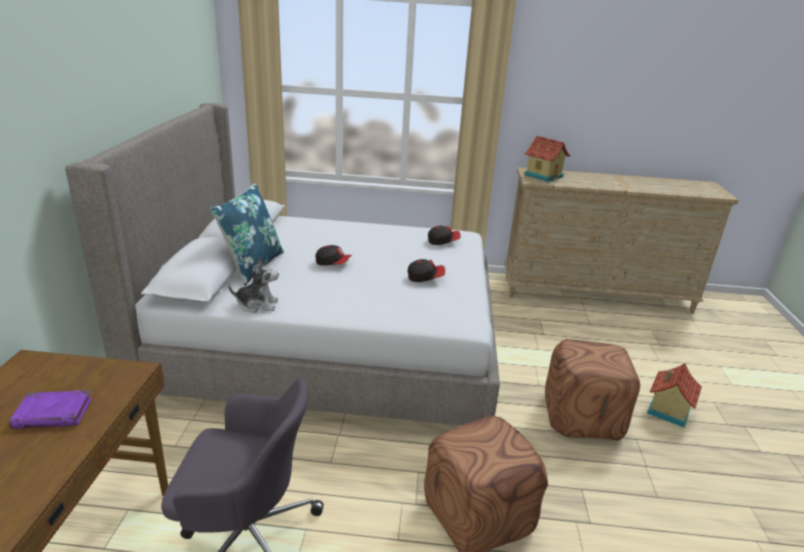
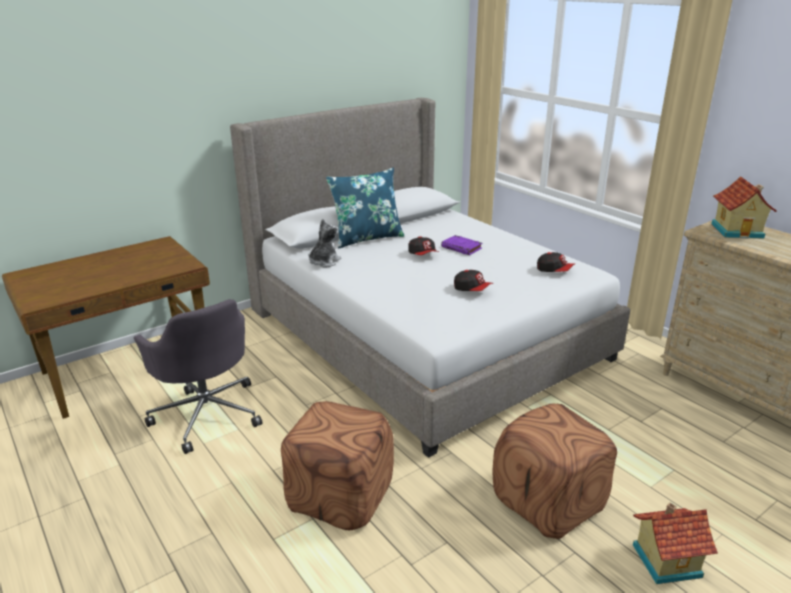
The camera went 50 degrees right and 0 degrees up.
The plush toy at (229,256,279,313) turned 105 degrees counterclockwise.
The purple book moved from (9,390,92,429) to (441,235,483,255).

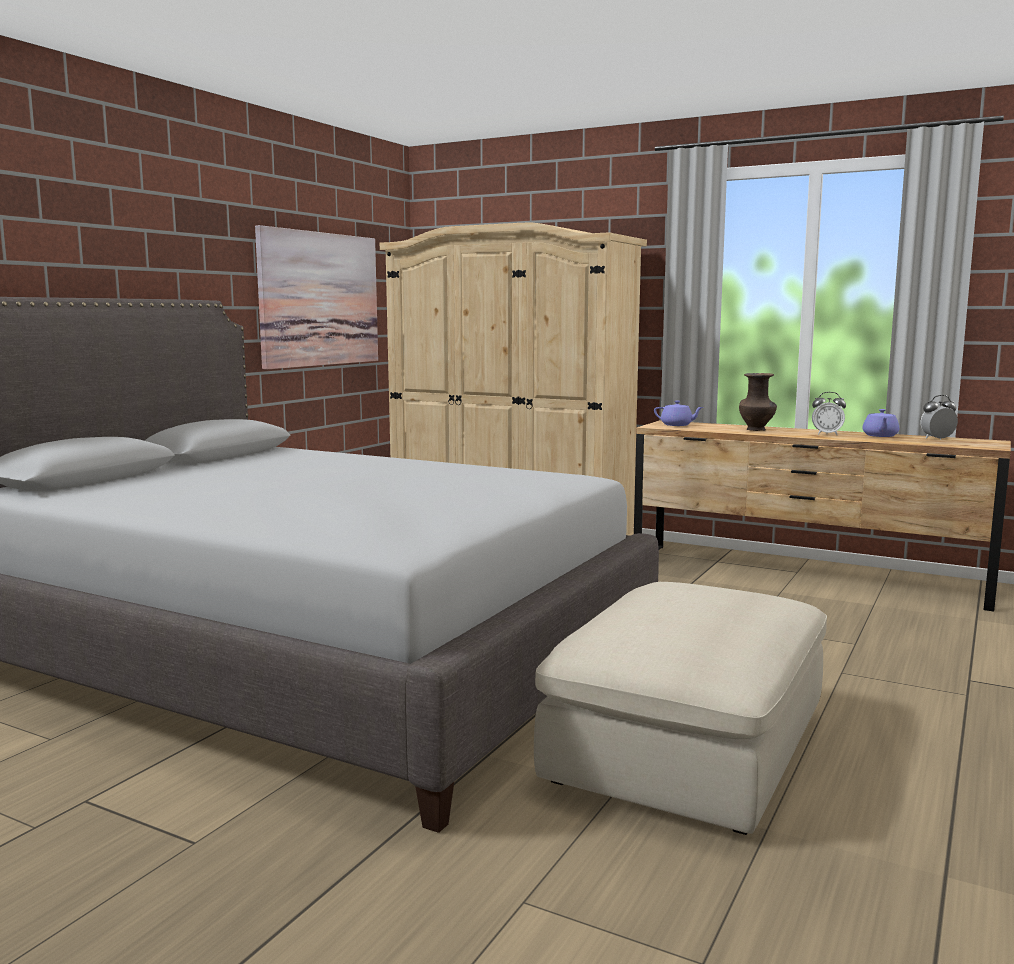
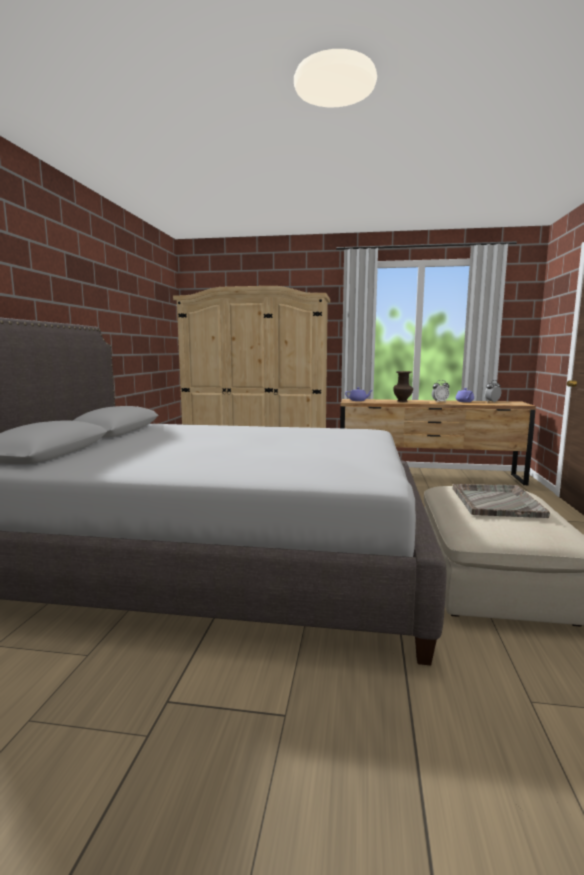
The camera went 20 degrees left and 0 degrees up.
The grey tray at (453,484,550,518) appeared.
The picture at (255,225,378,369) disappeared.

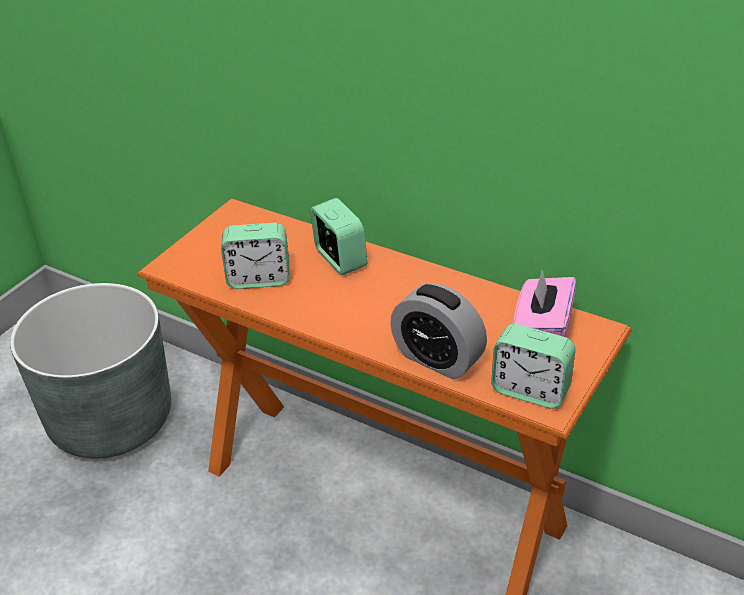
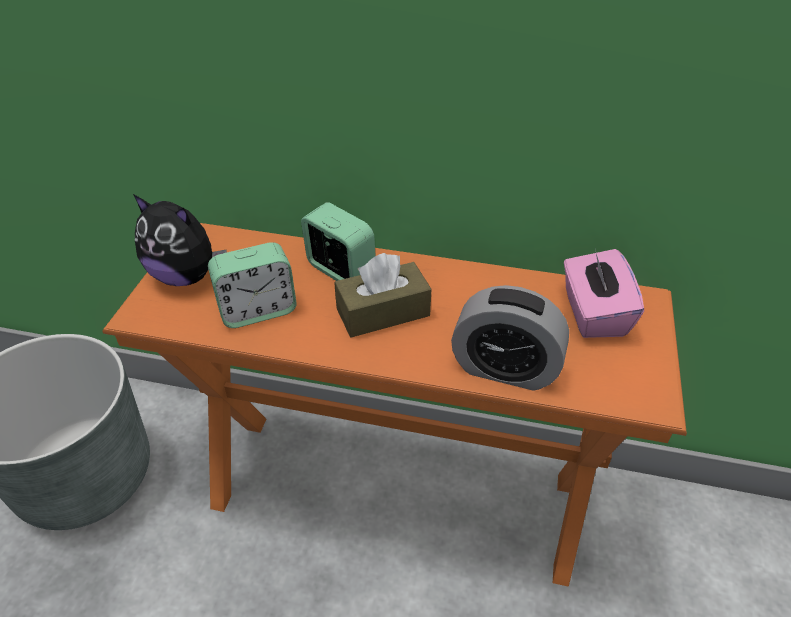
The camera went 20 degrees left and 5 degrees up.
The plush toy at (133,194,227,286) appeared.
The brown tissue box at (334,253,431,338) appeared.
The alarm clock at (491,324,576,409) disappeared.

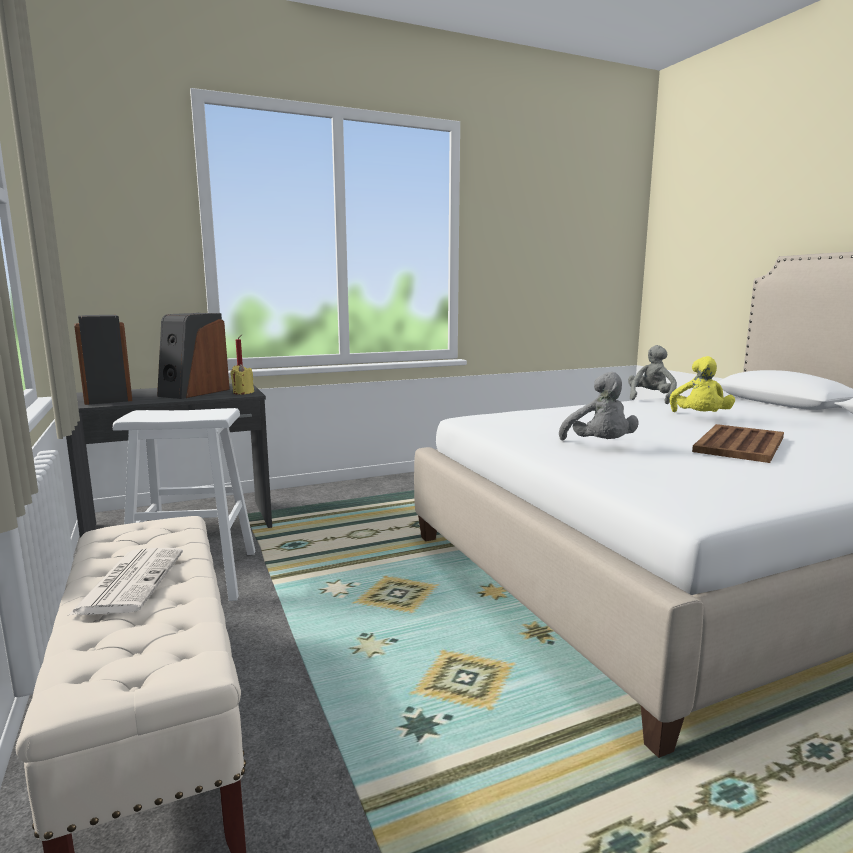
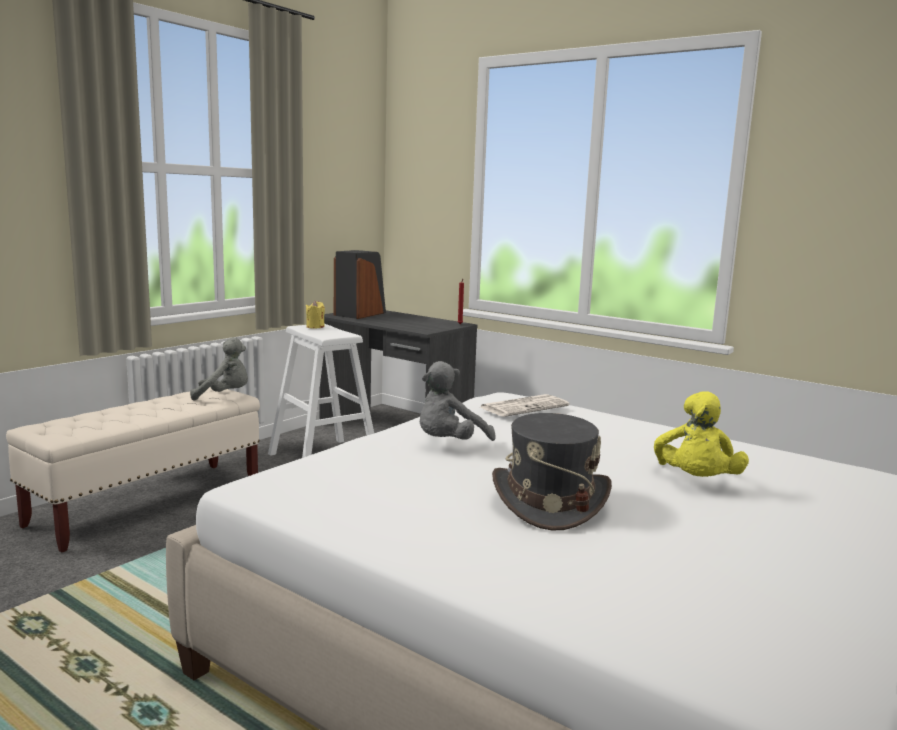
The camera went 60 degrees right and 0 degrees up.
The grey plush toy moved from (628,345,677,404) to (190,337,248,401).
The yellow candle moved from (230,364,254,394) to (306,301,325,328).
The newspaper moved from (67,548,183,616) to (480,394,569,417).
The brown tray at (692,424,784,463) was replaced by the grey hat at (492,413,612,531).
The yellow plush toy at (670,356,735,412) turned 60 degrees counterclockwise.
The speaker at (157,313,230,399) disappeared.

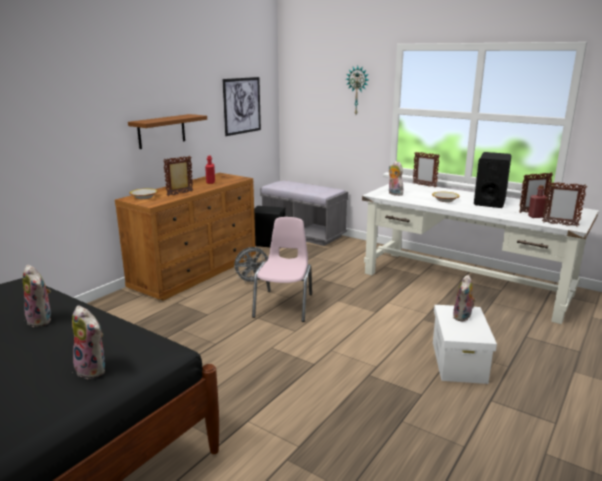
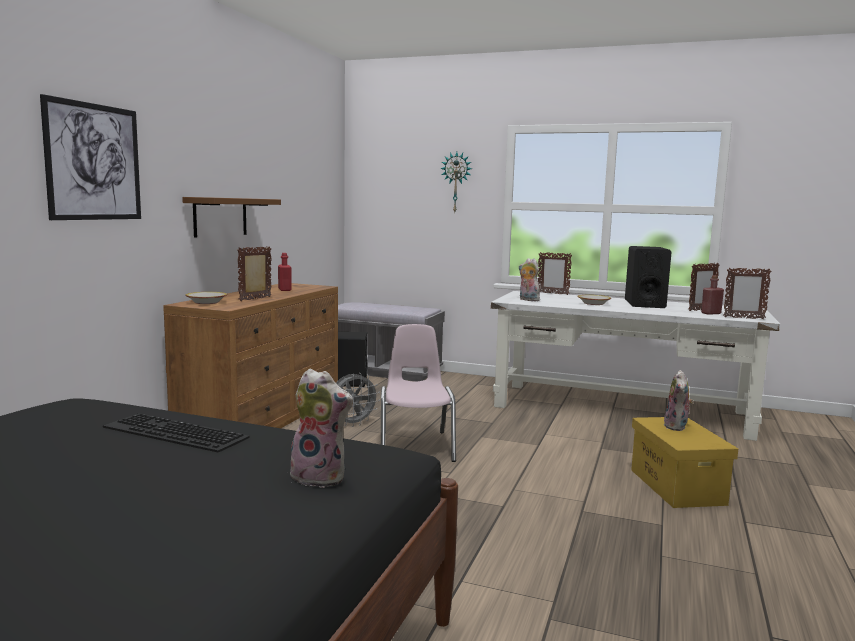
The camera went 15 degrees left and 10 degrees down.
The picture moved from (222,77,261,136) to (40,94,141,220).
The plush toy at (23,264,51,327) was replaced by the keyboard at (103,413,250,452).
The white storage box at (433,305,497,384) became the yellow storage box at (631,417,738,508).

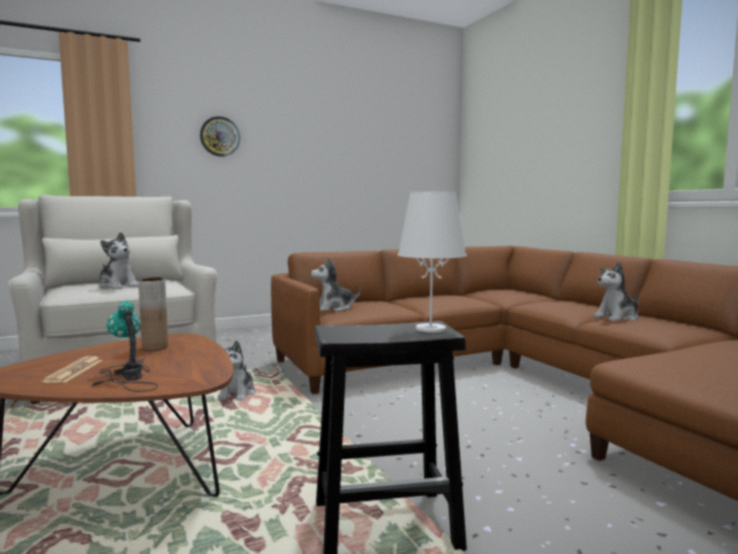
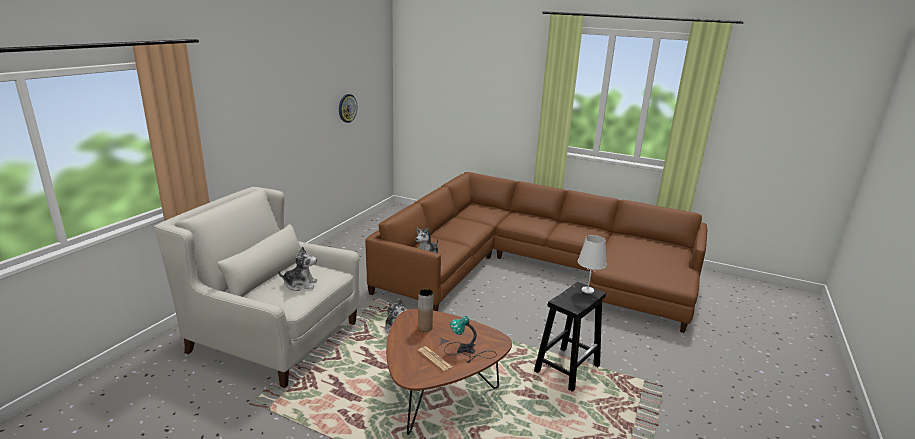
The camera went 40 degrees left and 15 degrees up.
The wall clock moved from (200,116,240,157) to (339,94,357,123).
The plush toy at (593,262,639,322) disappeared.

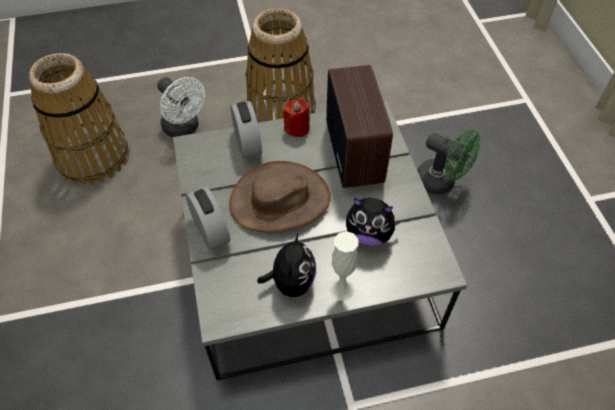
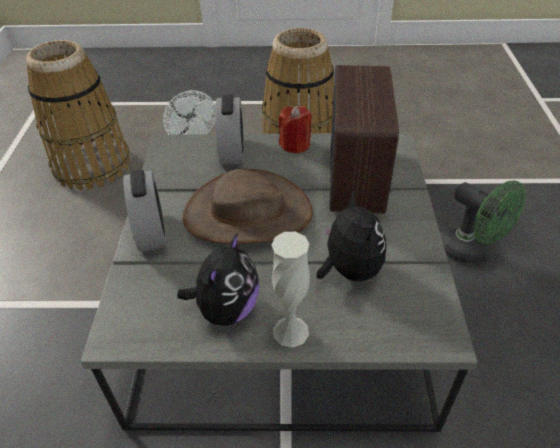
The camera went 15 degrees right and 10 degrees down.
The plush toy at (346,198,401,246) turned 135 degrees counterclockwise.

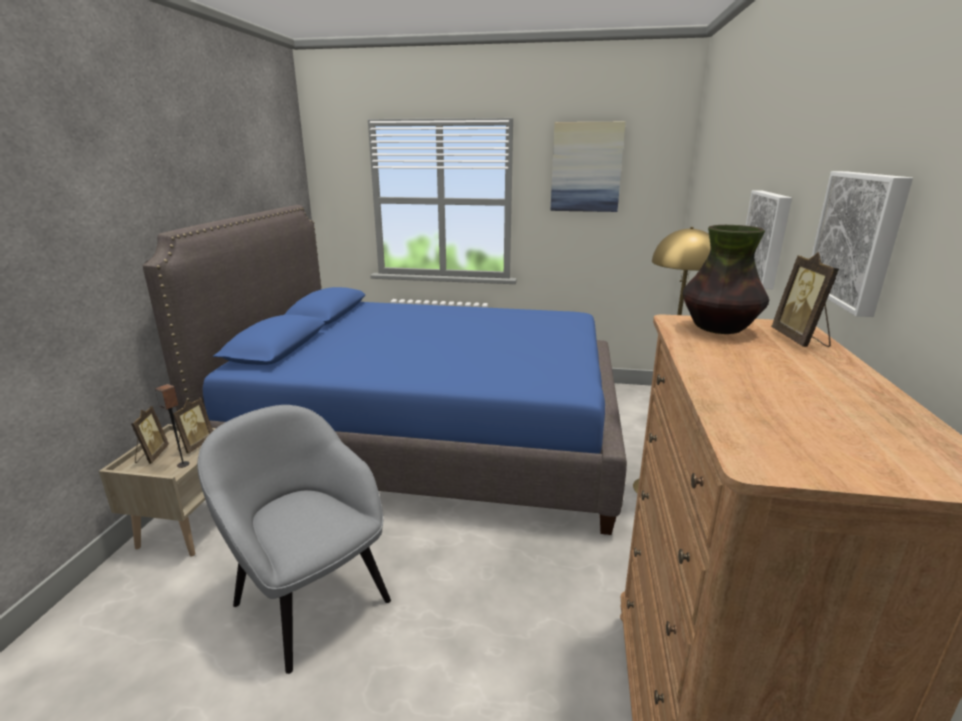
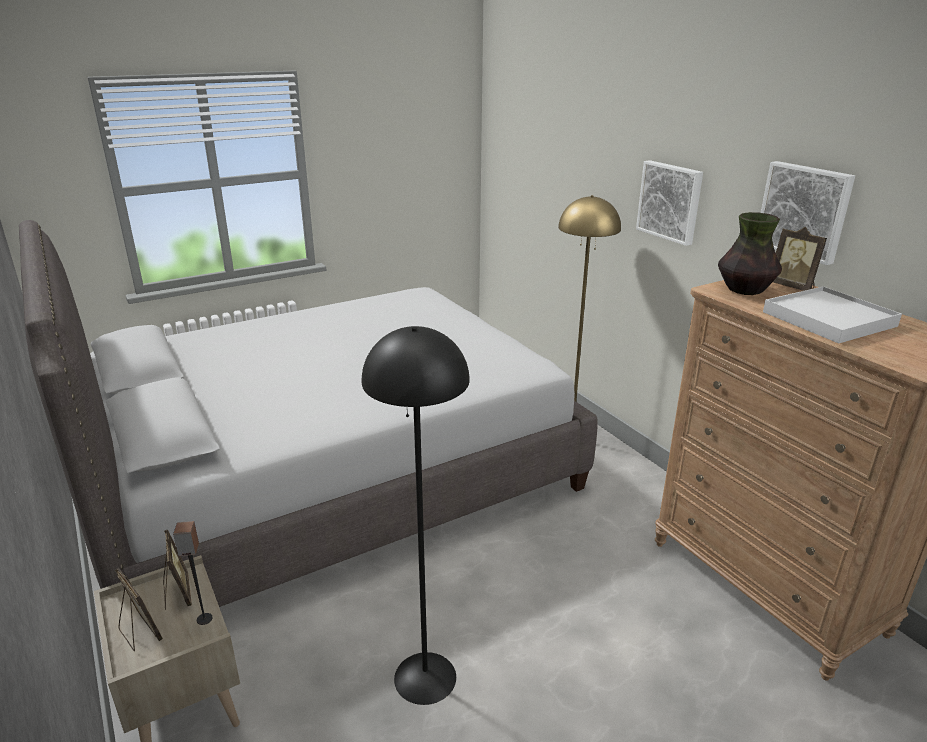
The camera went 40 degrees left and 5 degrees up.
The blue bed at (143,205,627,535) became the grey bed at (19,220,598,607).
The grey armchair at (197,405,391,674) was replaced by the black floor lamp at (362,326,470,705).
The white tray at (763,286,902,343) appeared.
The picture at (550,122,626,212) disappeared.

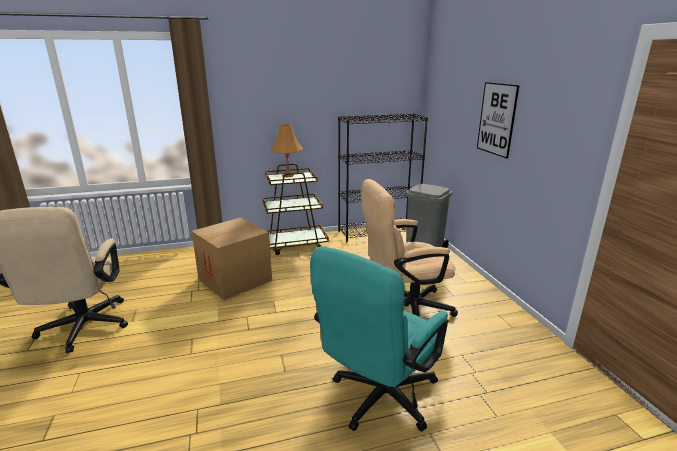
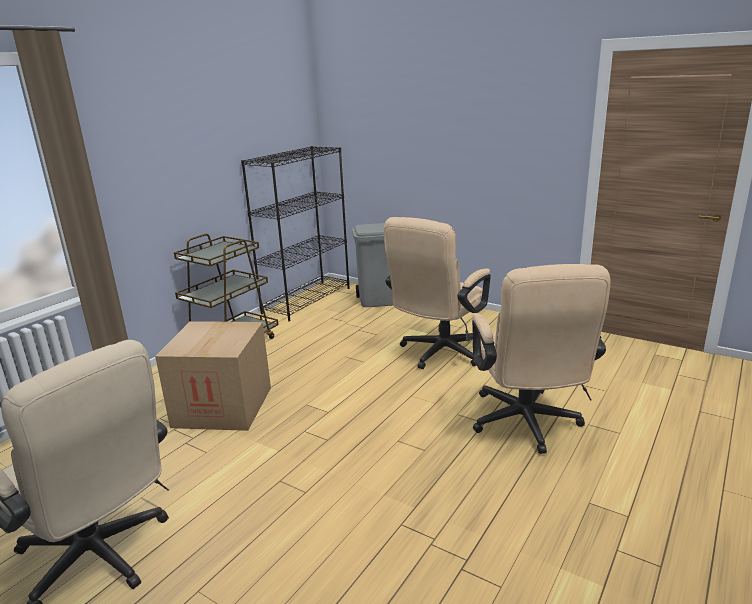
The camera went 40 degrees left and 0 degrees up.
The turquoise office chair at (310,246,448,431) became the beige office chair at (472,264,611,454).
The orange table lamp at (270,124,303,177) disappeared.
The picture at (477,82,519,159) disappeared.

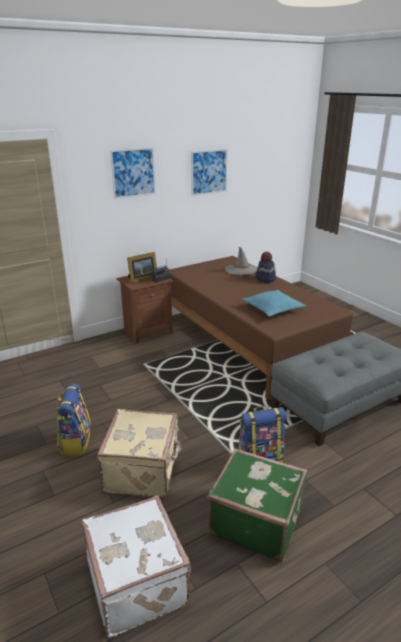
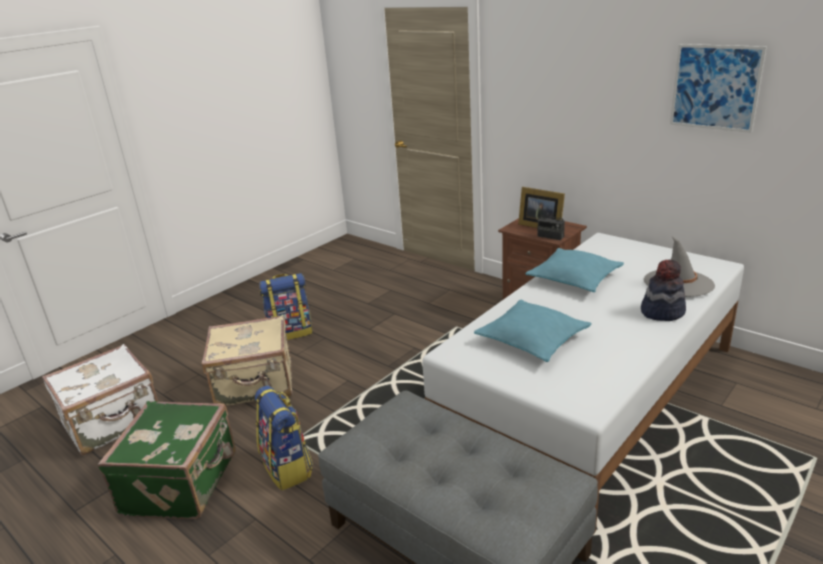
The camera went 75 degrees right and 0 degrees up.
The brown bed at (168,256,353,400) became the white bed at (422,233,744,533).
The turquoise pillow at (526,248,624,292) appeared.
The picture at (110,147,156,199) disappeared.

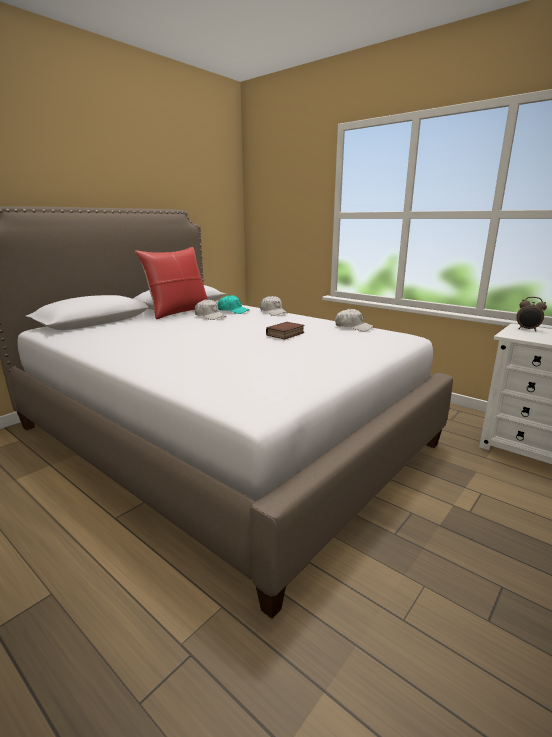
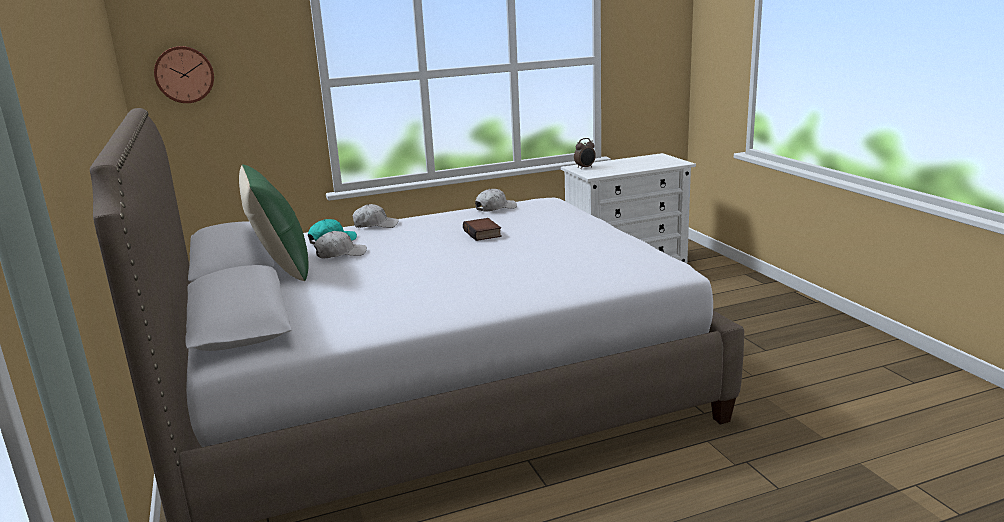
The camera went 60 degrees left and 0 degrees up.
The wall clock at (154,46,214,103) appeared.
The red pillow at (135,247,208,319) became the green pillow at (239,164,308,281).

